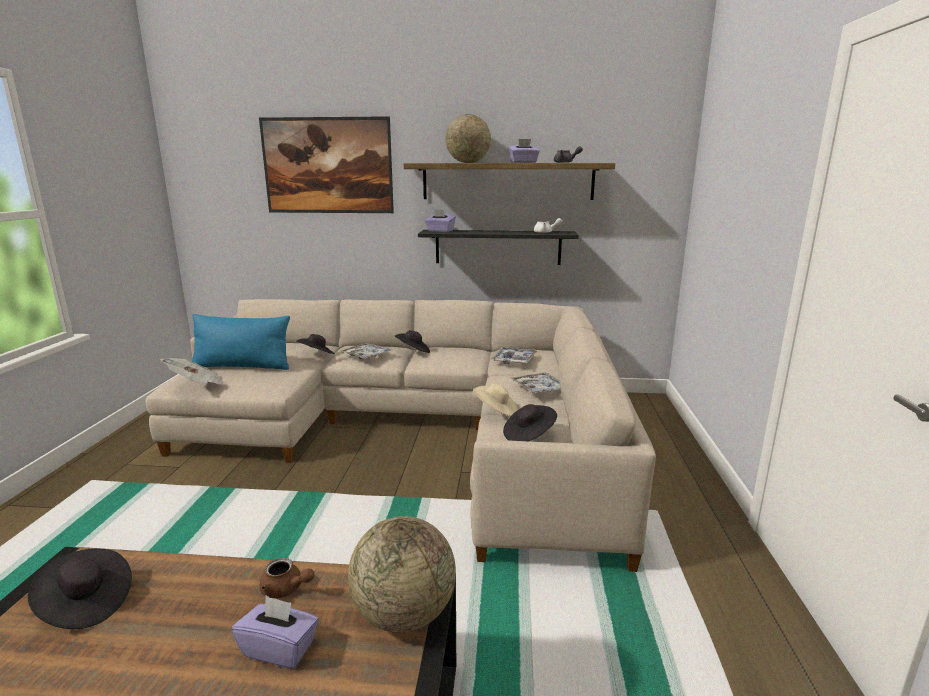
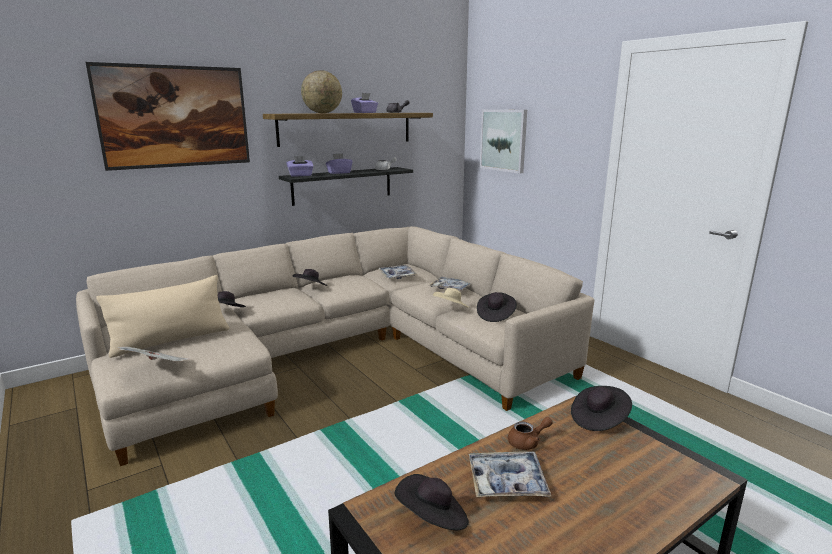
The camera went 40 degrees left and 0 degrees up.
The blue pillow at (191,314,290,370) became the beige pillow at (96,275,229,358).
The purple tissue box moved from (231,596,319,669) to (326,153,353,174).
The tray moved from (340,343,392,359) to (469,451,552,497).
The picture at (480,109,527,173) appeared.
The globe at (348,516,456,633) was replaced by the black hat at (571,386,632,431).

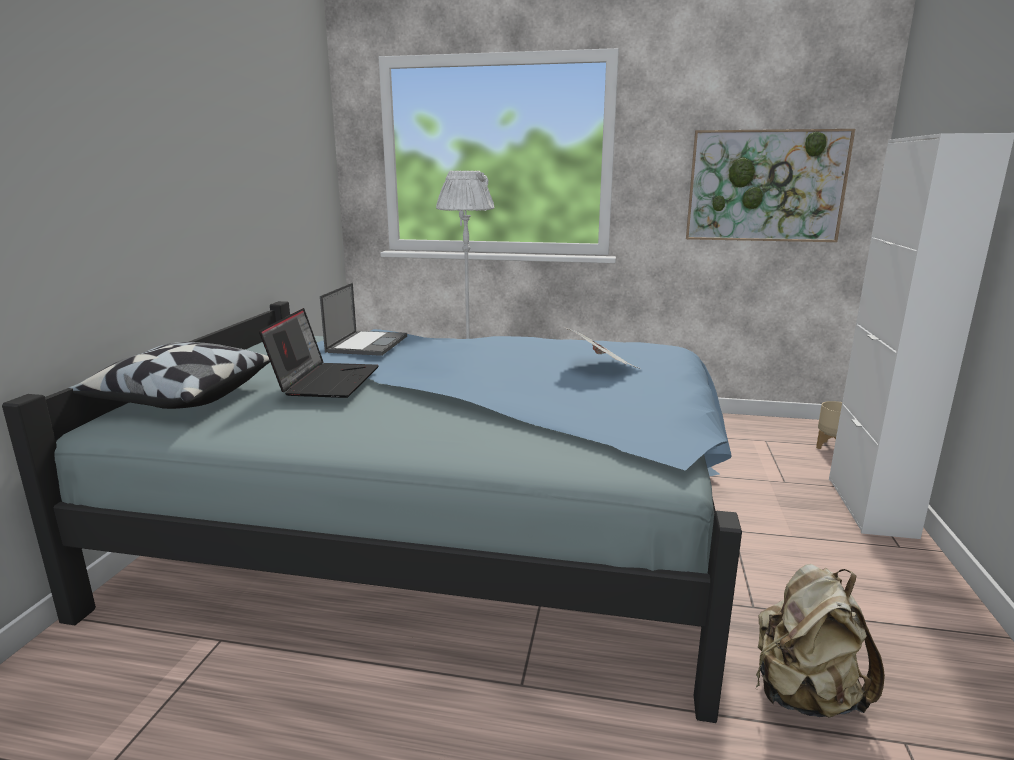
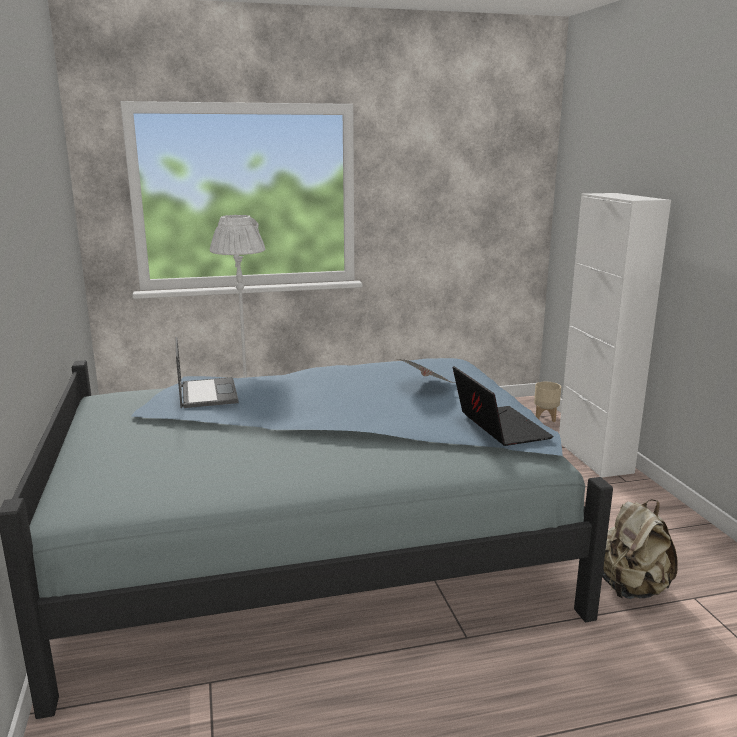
The camera went 25 degrees left and 0 degrees up.
The laptop moved from (259,308,379,398) to (453,366,554,446).
The pillow at (69,342,270,409) disappeared.
The picture at (686,129,855,242) disappeared.

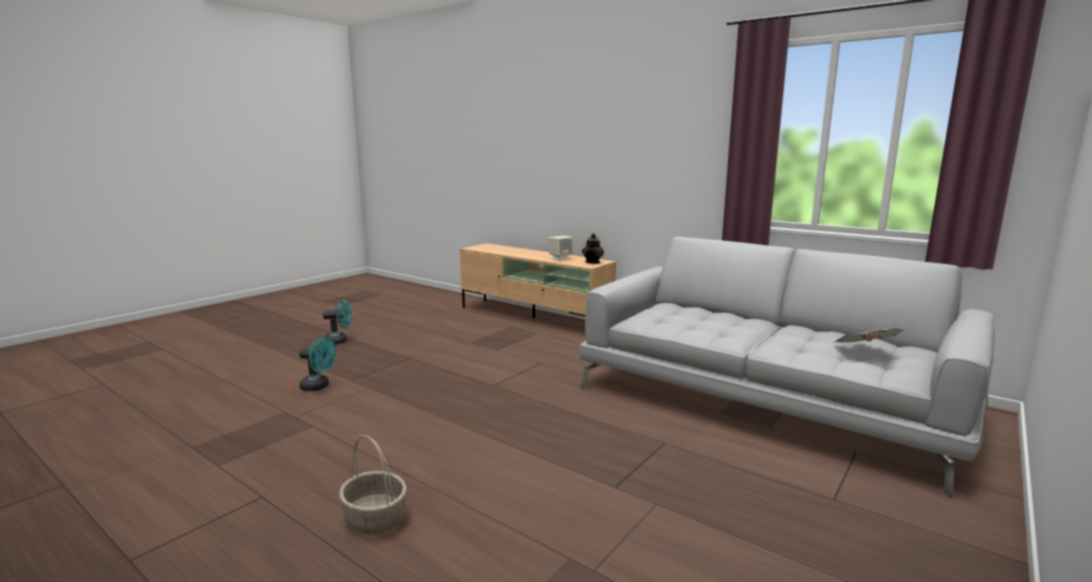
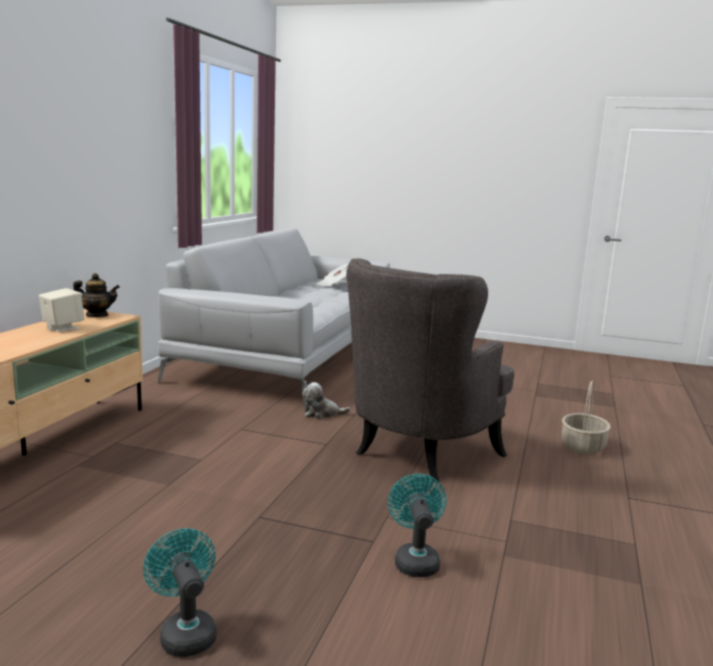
The camera went 110 degrees left and 0 degrees up.
The plush toy at (302,382,350,419) appeared.
The grey armchair at (346,258,514,483) appeared.

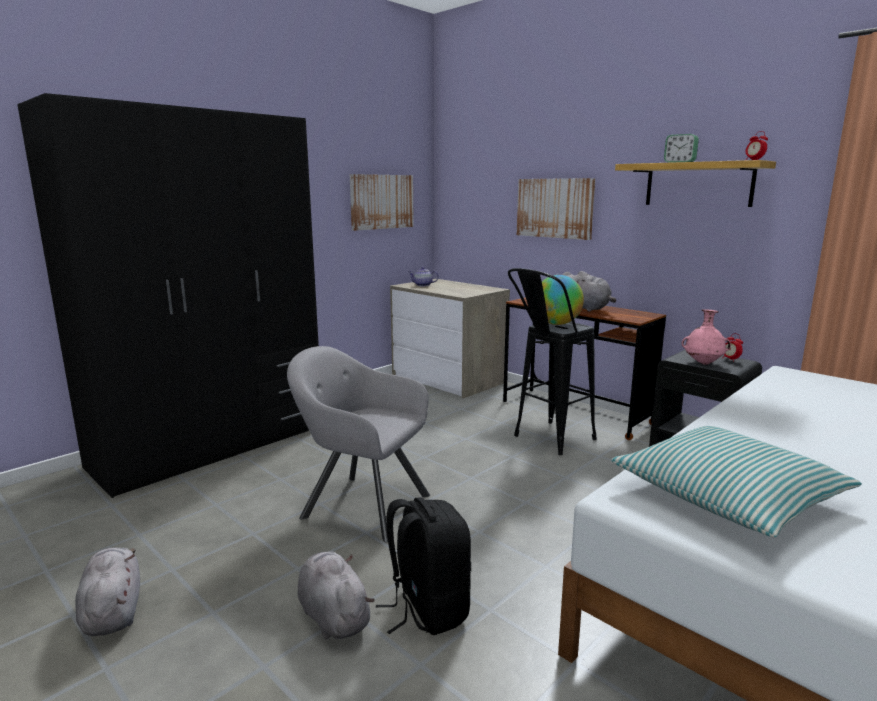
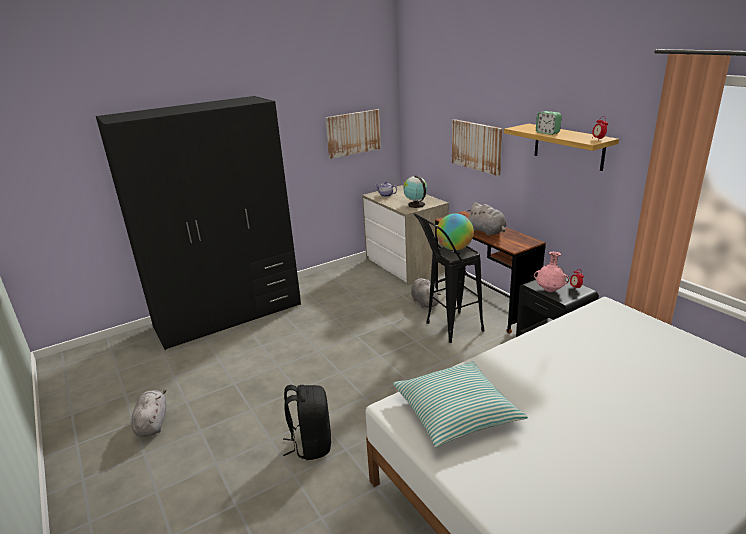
The camera went 15 degrees right and 10 degrees up.
The globe at (403,175,427,208) appeared.
The grey plush toy moved from (298,551,375,640) to (411,278,441,308).
The grey armchair at (287,346,430,542) disappeared.

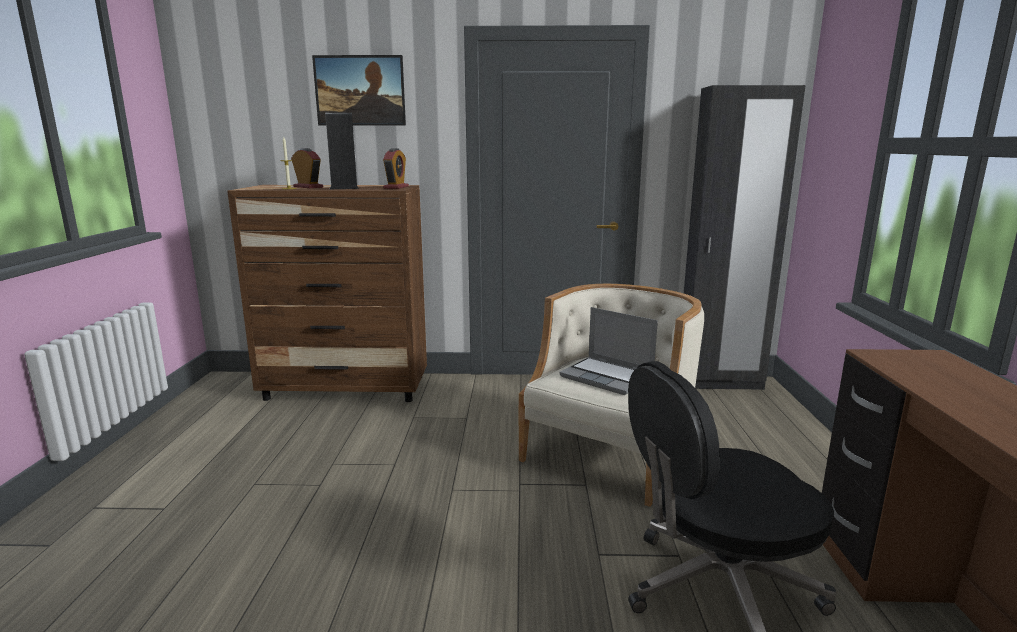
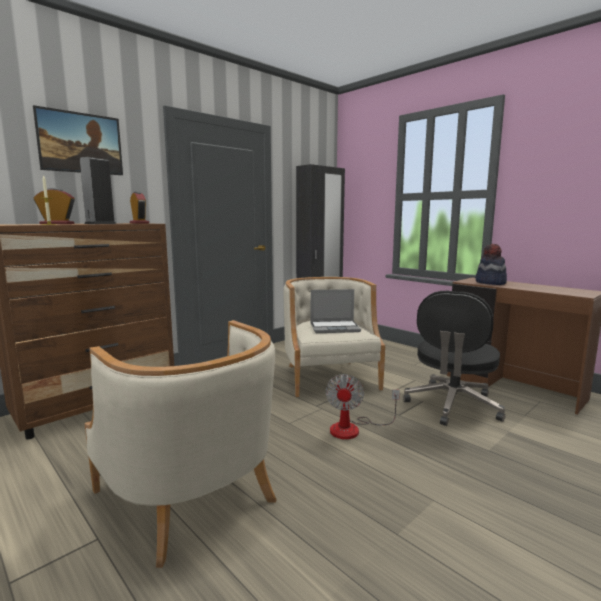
The camera went 45 degrees left and 5 degrees down.
The beige armchair at (85,320,276,568) appeared.
The fan at (325,374,400,439) appeared.
The hat at (476,244,507,285) appeared.

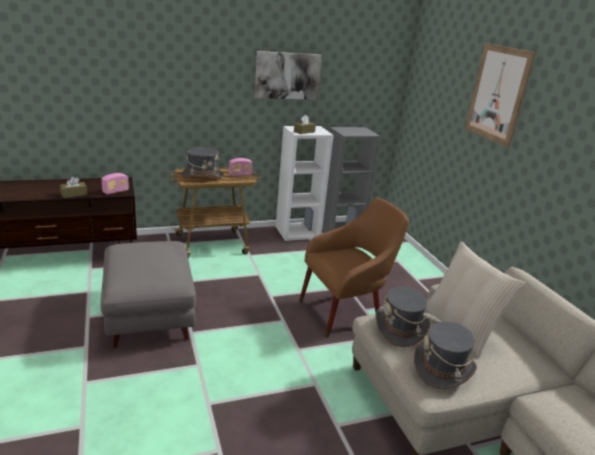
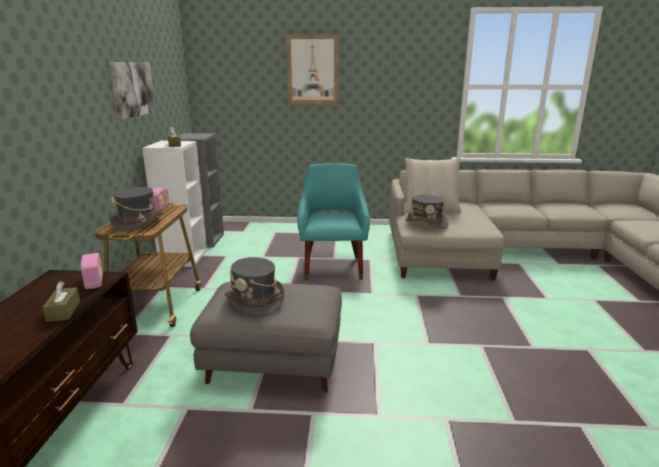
The camera went 65 degrees left and 5 degrees down.
The grey hat moved from (414,322,477,389) to (225,257,284,316).
The brown armchair at (299,198,409,338) became the turquoise armchair at (297,163,370,281).

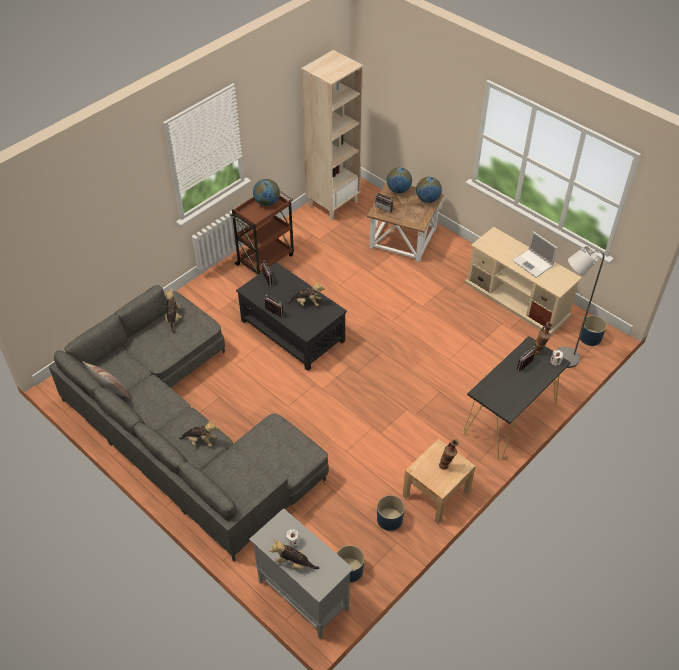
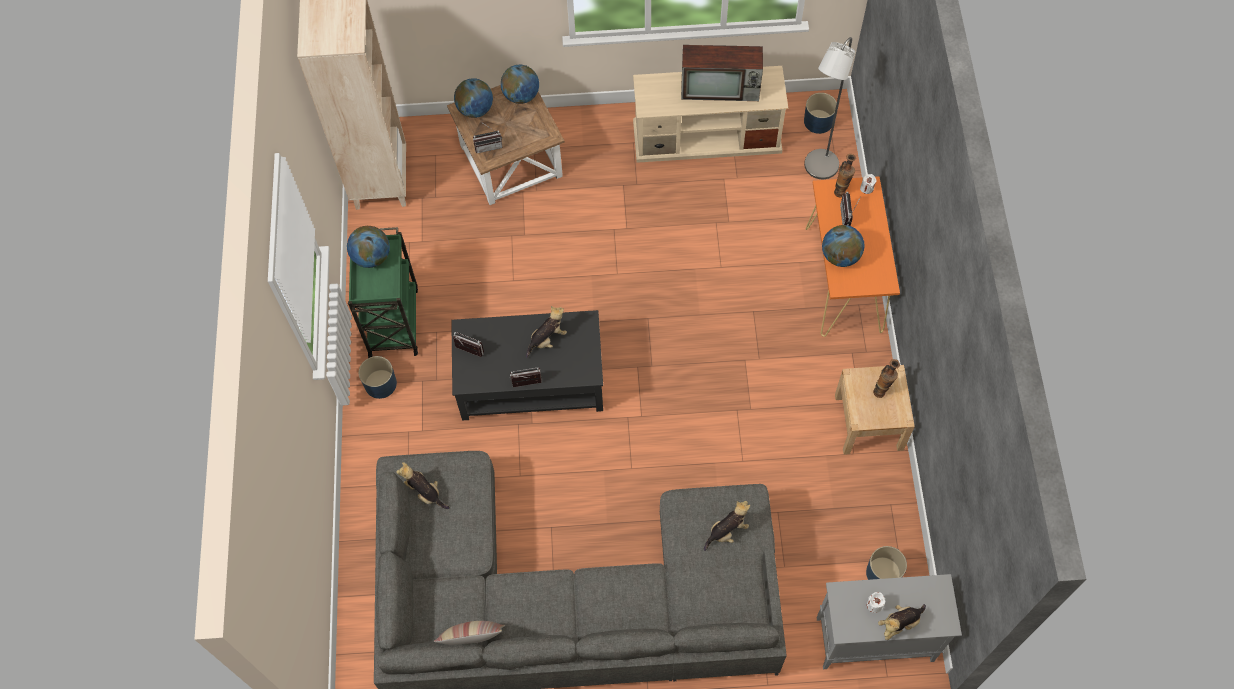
The camera went 45 degrees left and 15 degrees up.
The brown cart at (230,191,294,274) became the green cart at (348,227,418,358).
The blue planter moved from (377,495,405,531) to (359,356,397,399).
The laptop at (512,231,558,278) was replaced by the television at (681,45,763,101).
The plush toy moved from (179,420,219,447) to (704,501,750,551).
The black console table at (463,336,571,460) became the orange console table at (806,176,900,337).
The globe at (822,225,865,267) appeared.

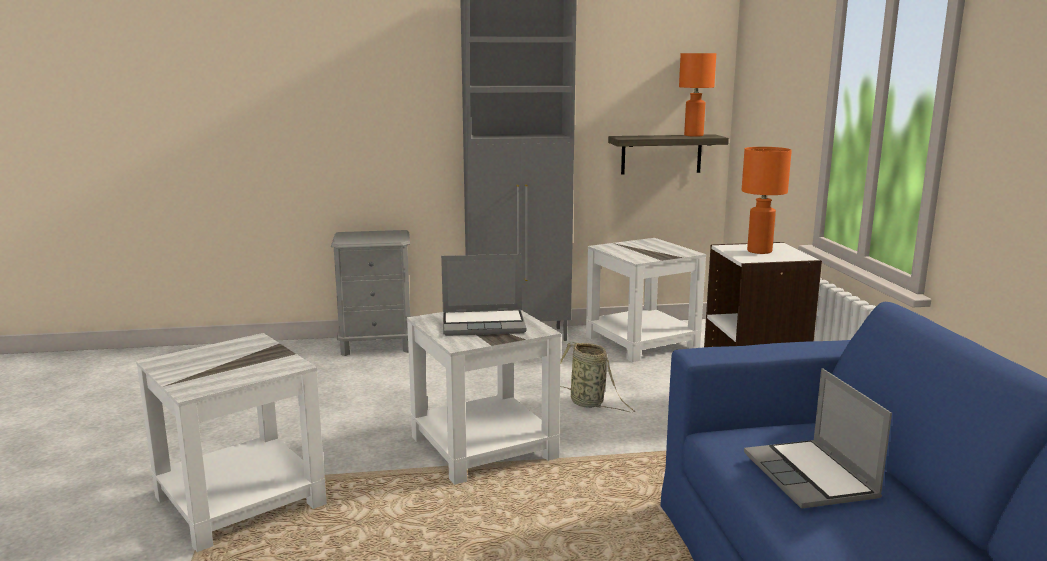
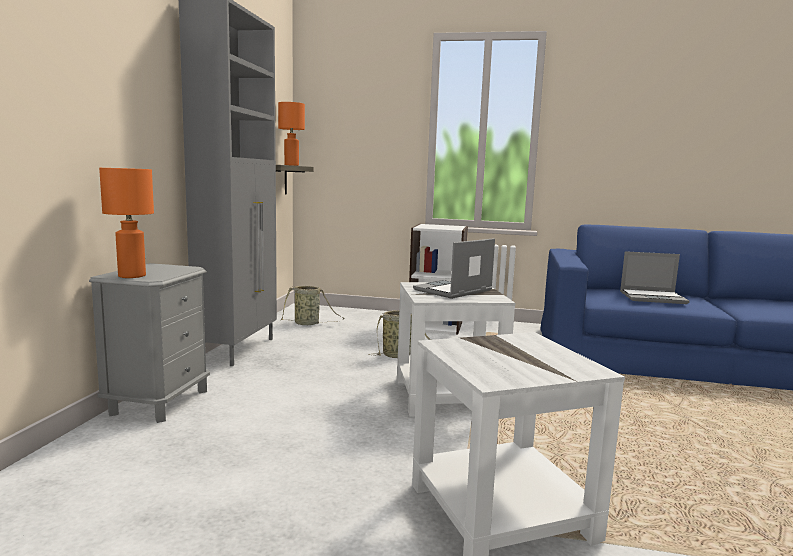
The camera went 70 degrees left and 5 degrees down.
The orange table lamp moved from (741,147,792,254) to (99,168,154,278).
The white side table at (586,238,706,362) was replaced by the basket at (281,286,344,325).
The laptop at (441,254,527,336) turned 150 degrees counterclockwise.

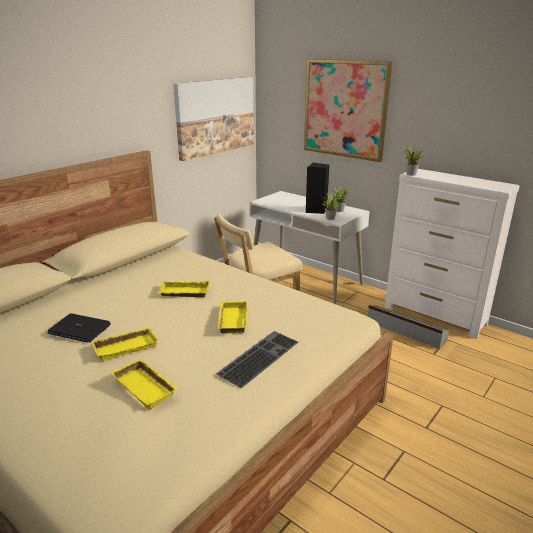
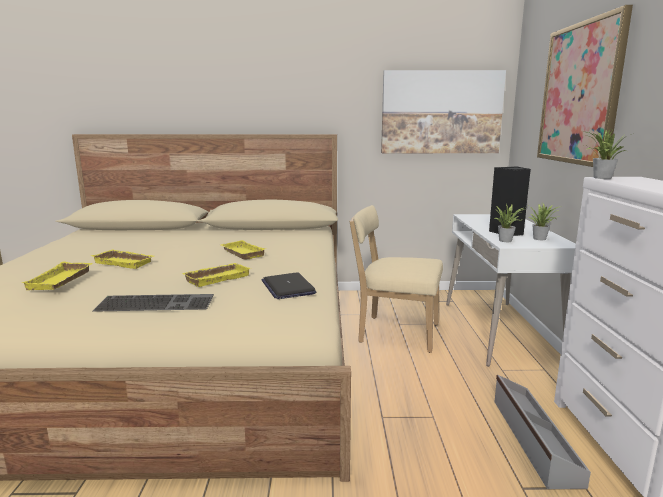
The camera went 50 degrees right and 10 degrees down.
The laptop moved from (48,313,111,343) to (262,272,316,299).

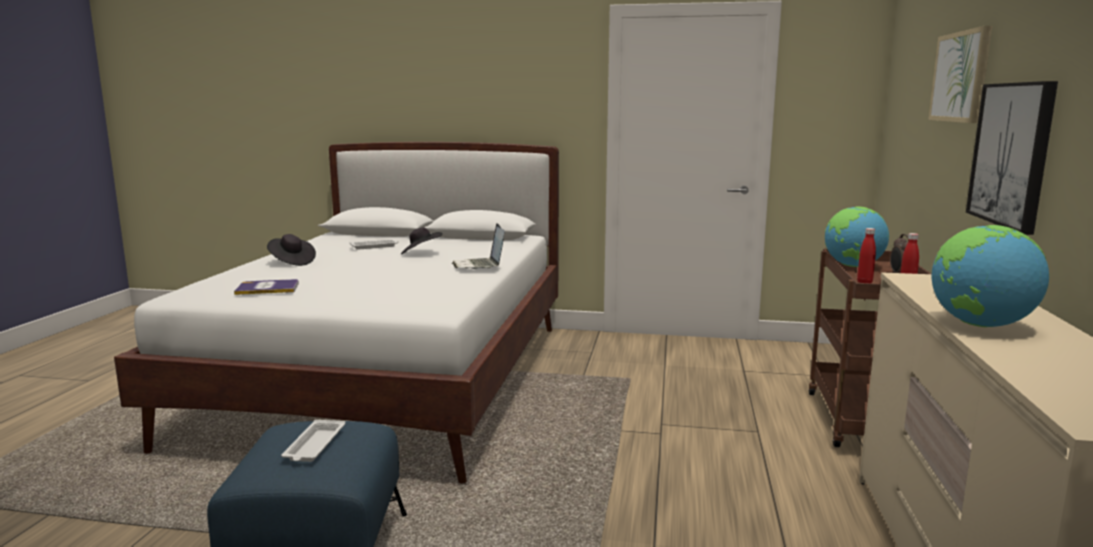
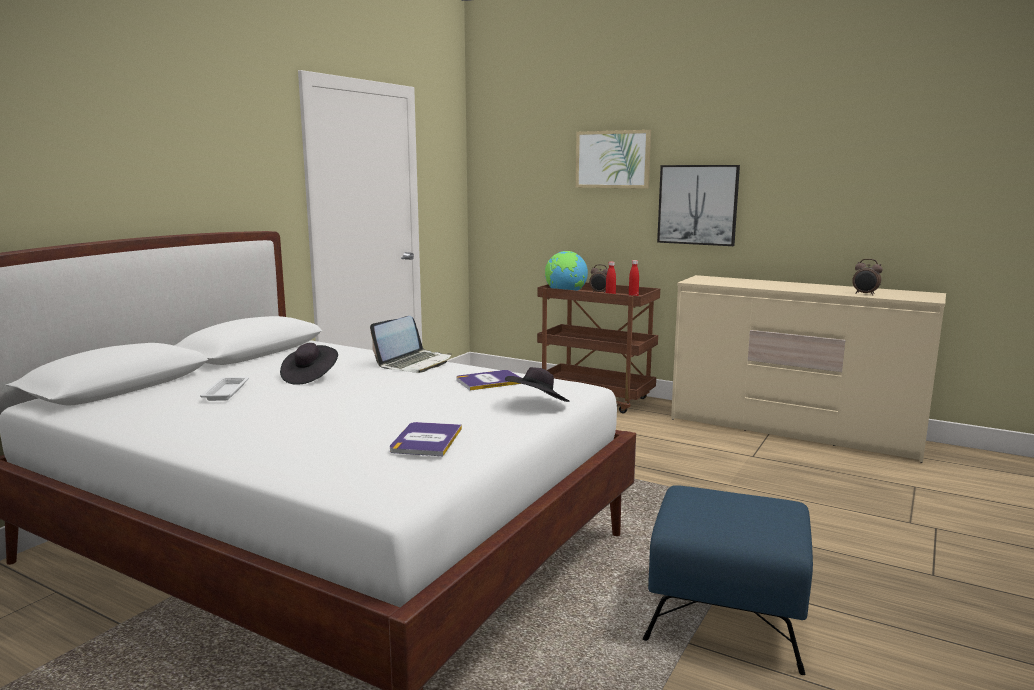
The camera went 70 degrees left and 0 degrees up.
The laptop at (452,223,504,269) turned 60 degrees counterclockwise.
The book at (456,370,521,391) appeared.
The black hat moved from (267,234,316,266) to (505,367,569,402).
The alarm clock at (852,259,883,296) appeared.
The white tray at (281,420,345,462) disappeared.
The globe at (932,225,1049,327) disappeared.

